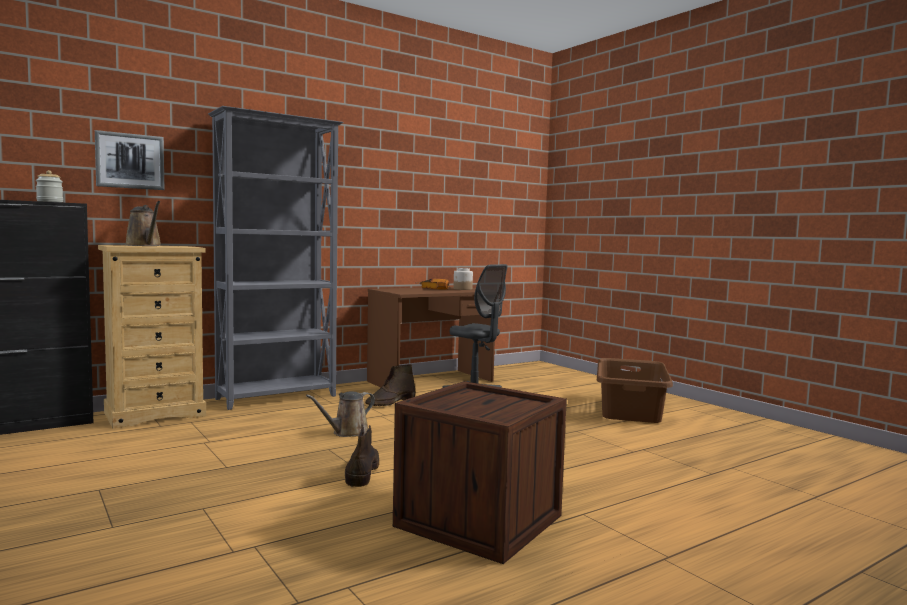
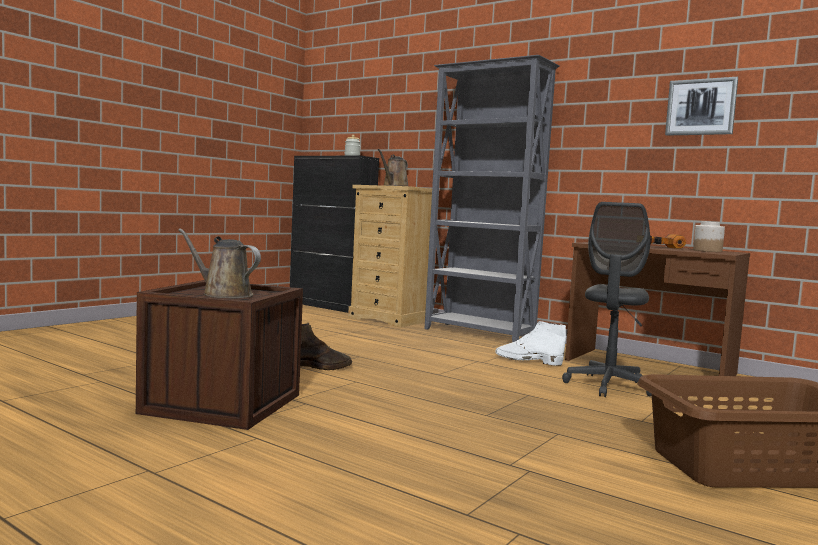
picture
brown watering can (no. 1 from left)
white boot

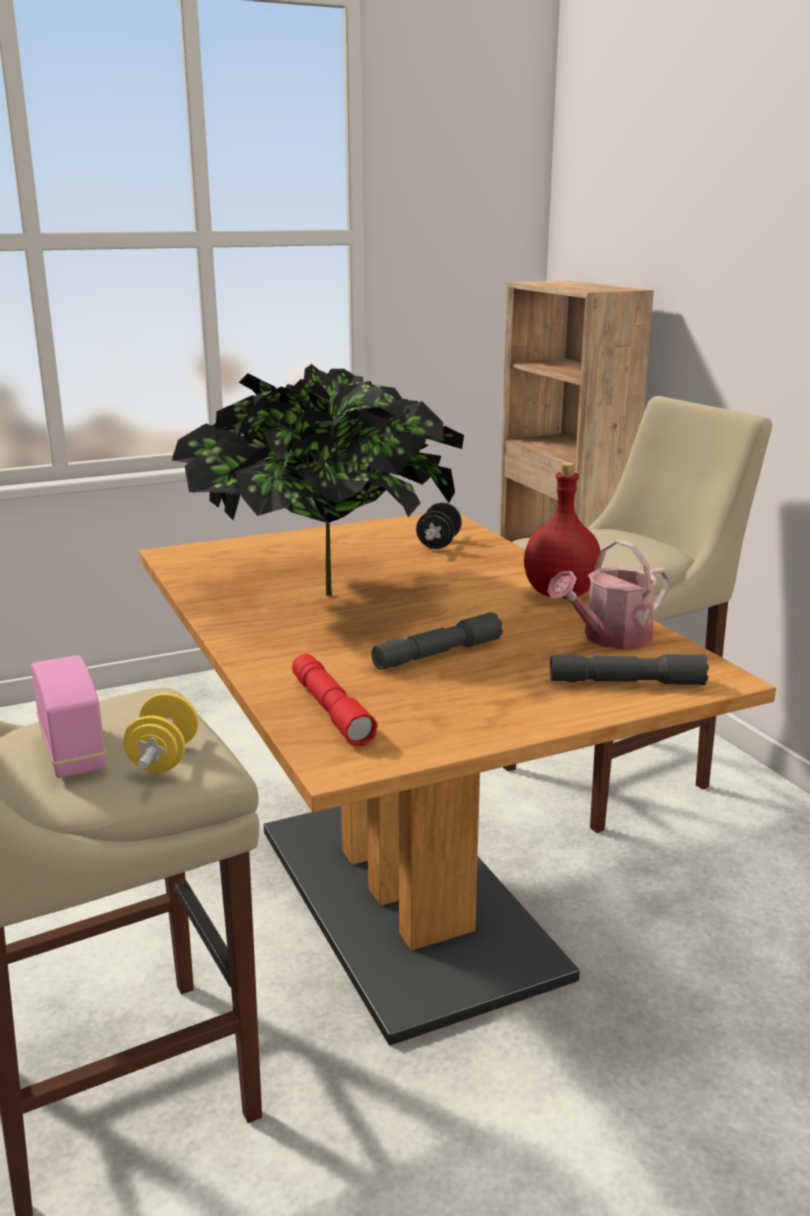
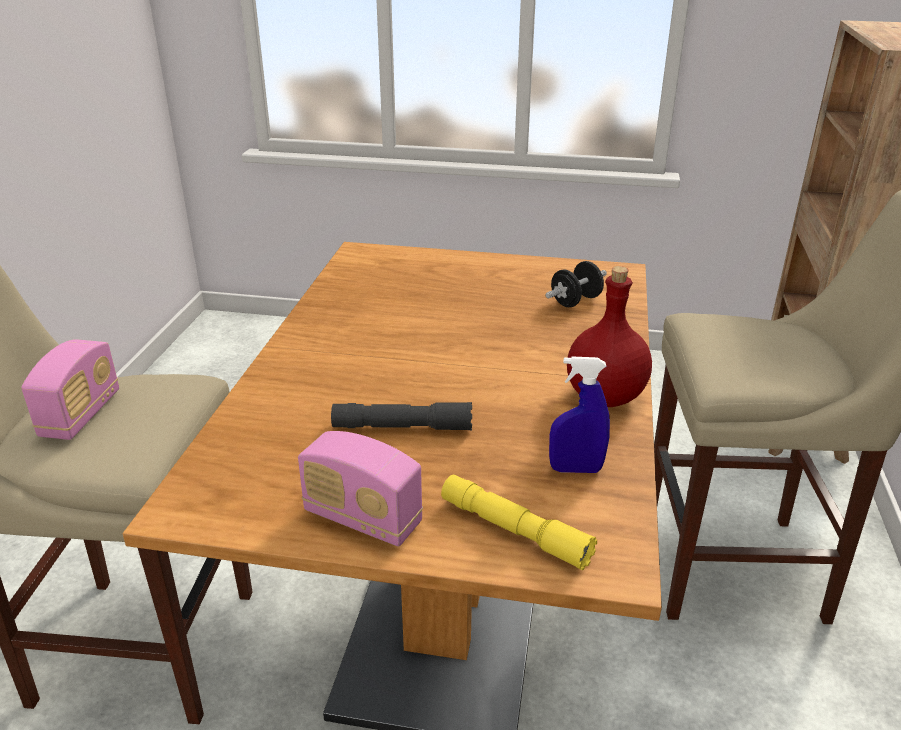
yellow dumbbell
potted plant
red flashlight
radio (no. 2 from left)
blue spray bottle
yellow flashlight

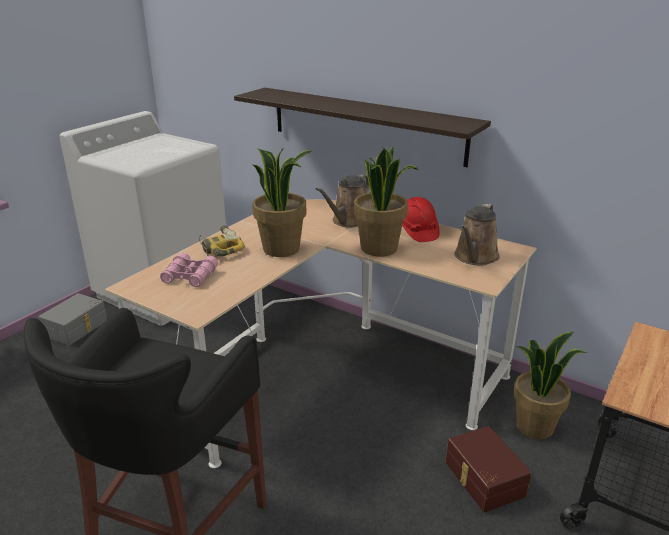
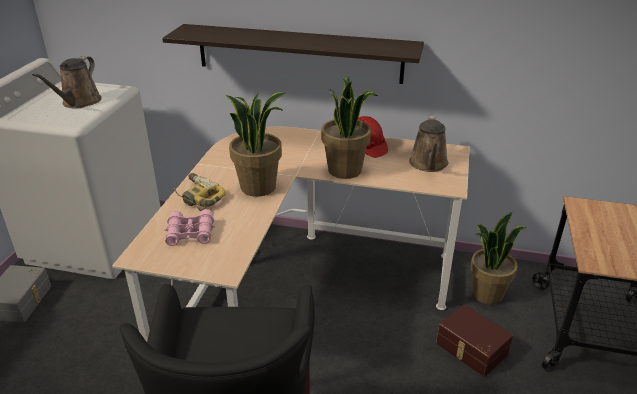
brown watering can (no. 1 from left)

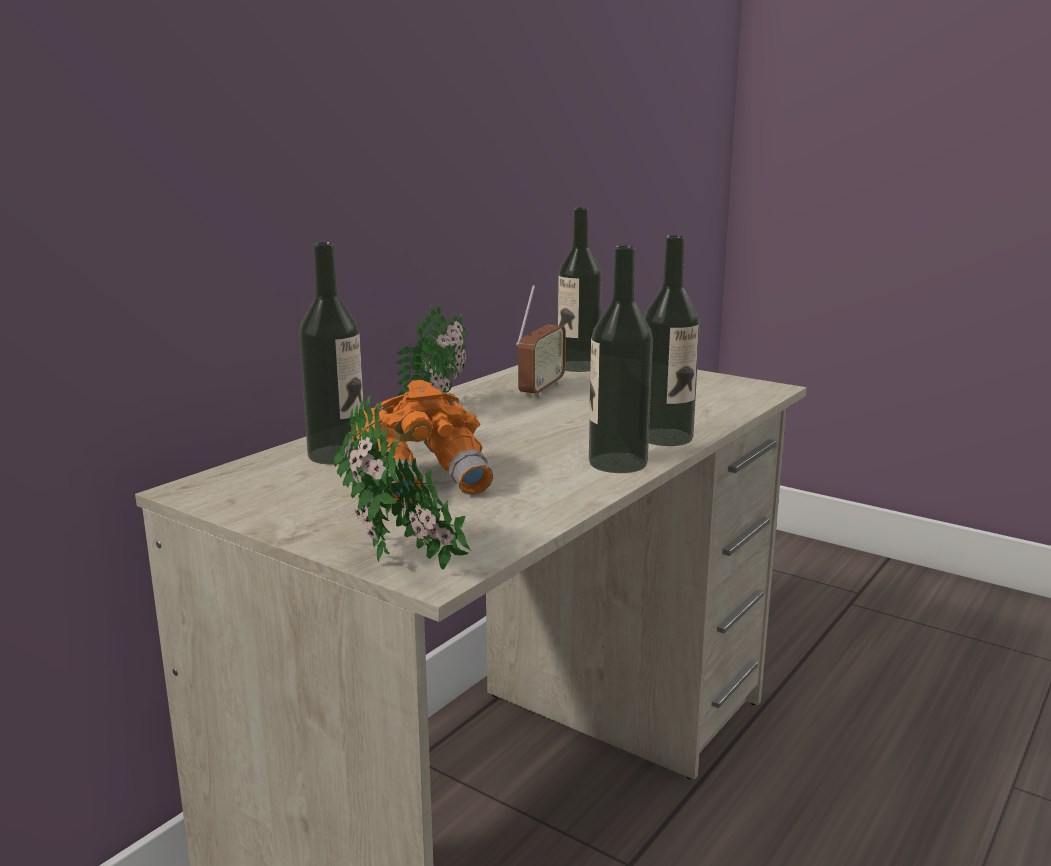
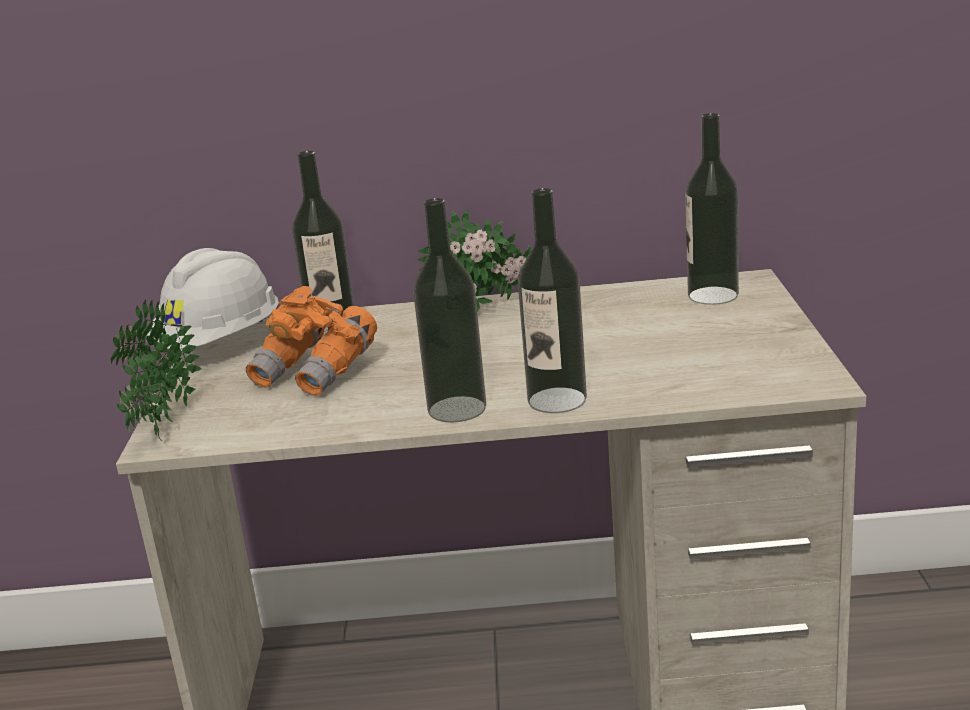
radio
white hard hat

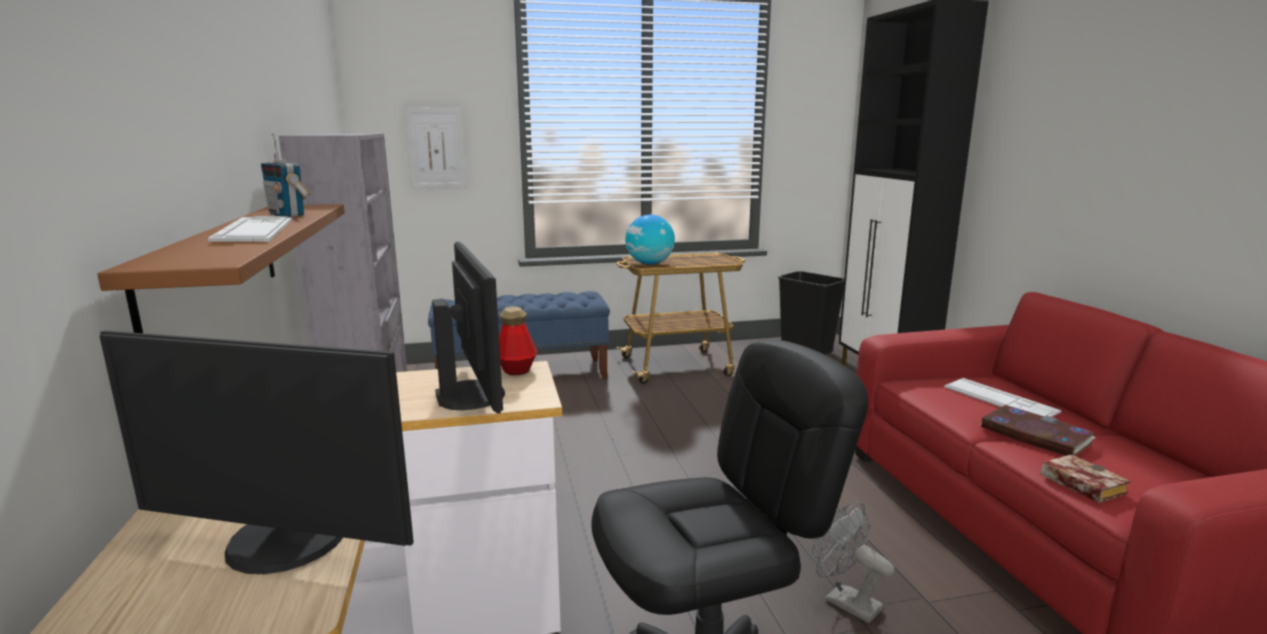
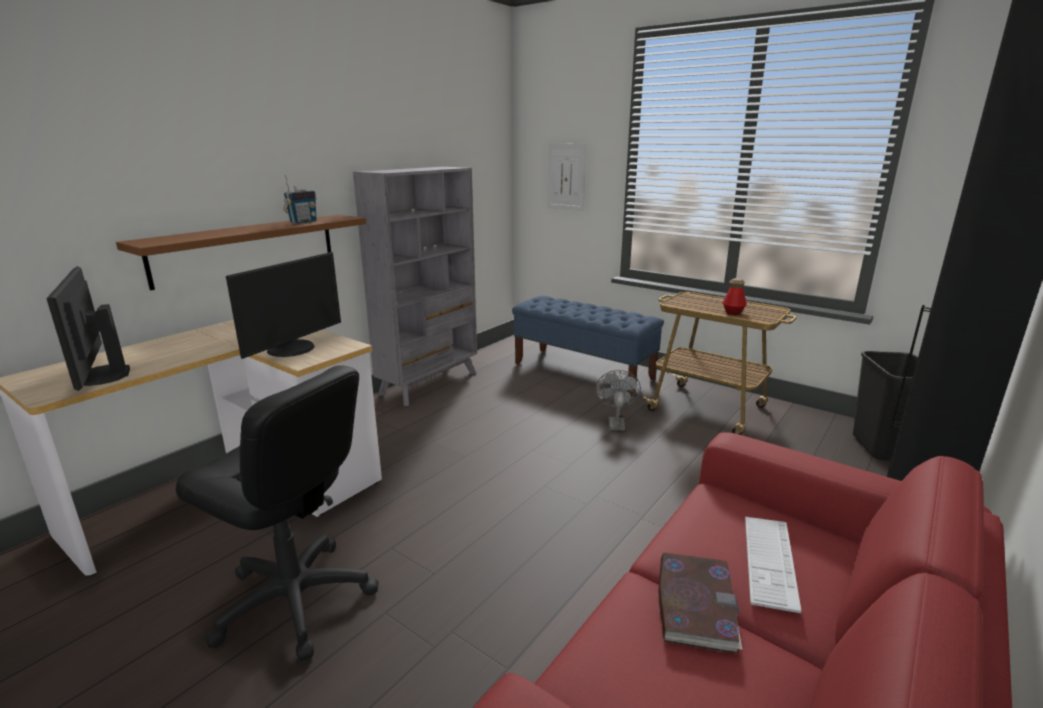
keyboard (no. 1 from left in the first image)
globe
book (no. 2 from left in the first image)
bottle
grey fan
radio

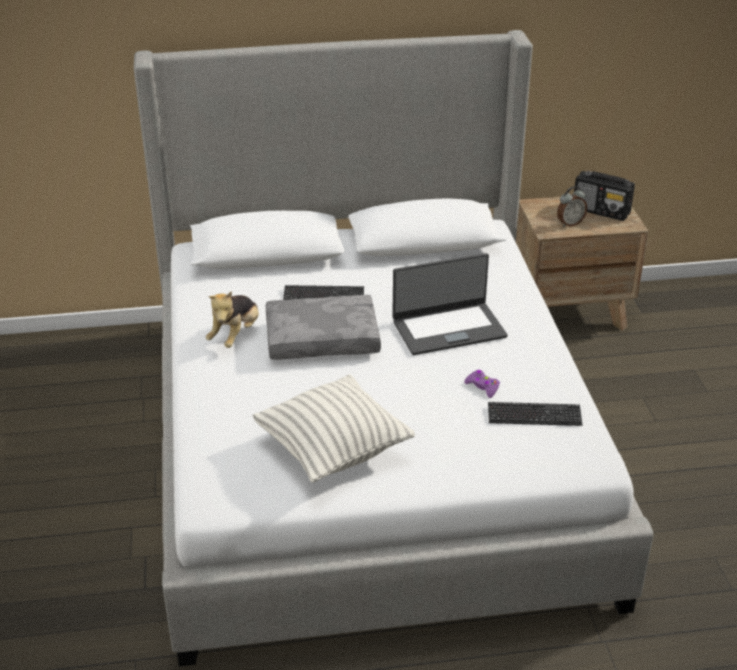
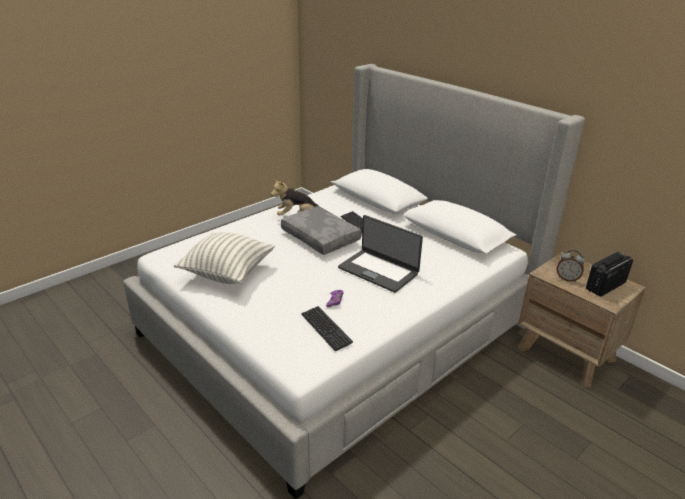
radio

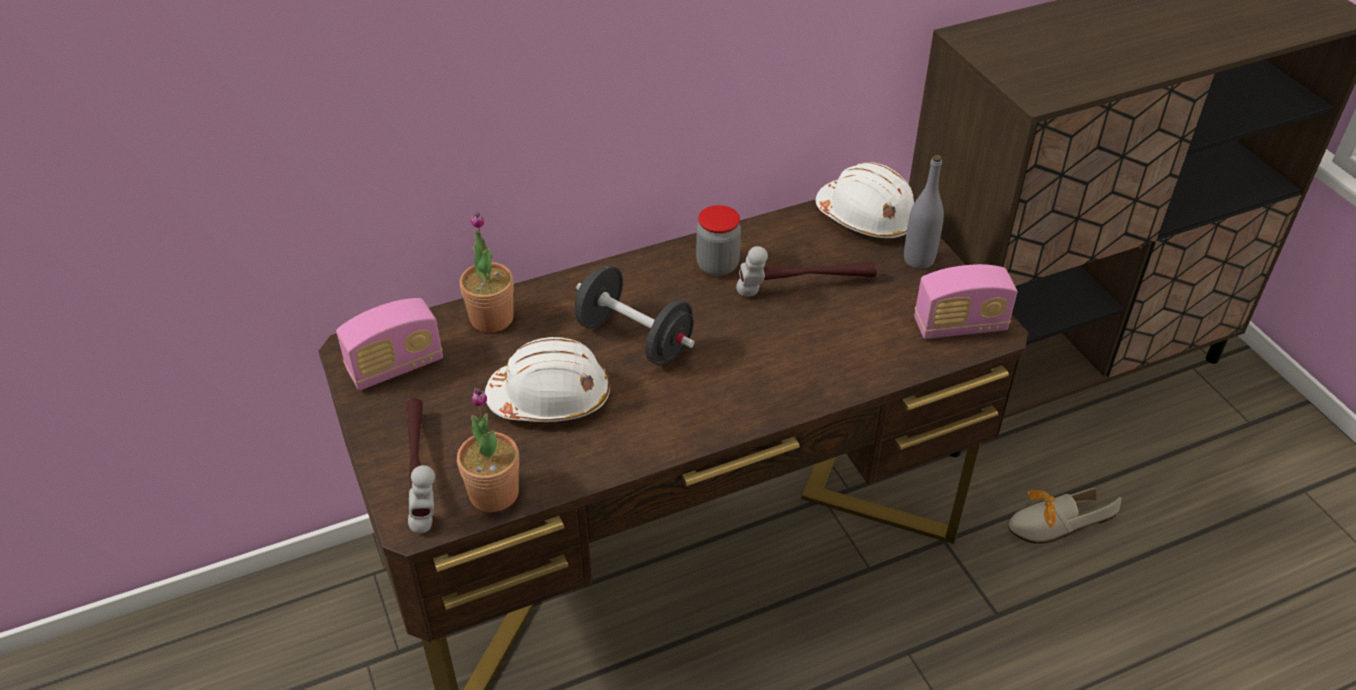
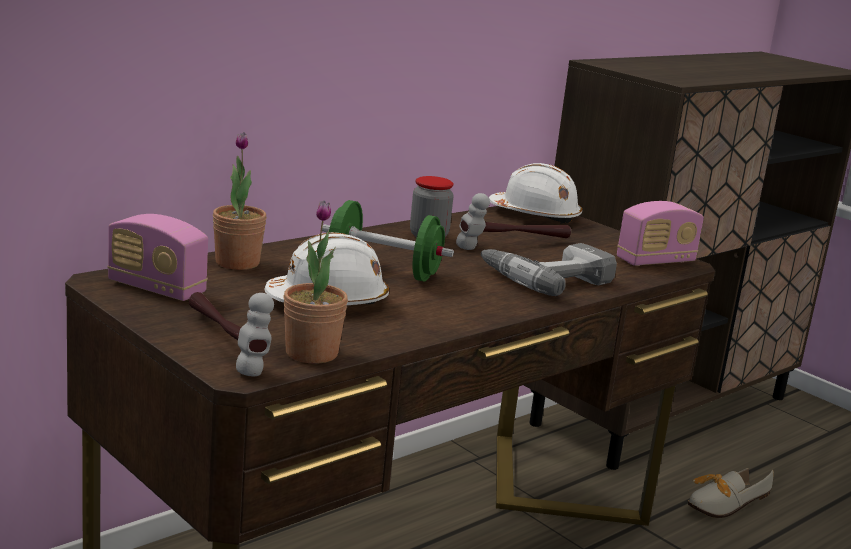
grey bottle
power drill
green dumbbell
radio (no. 1 from left)

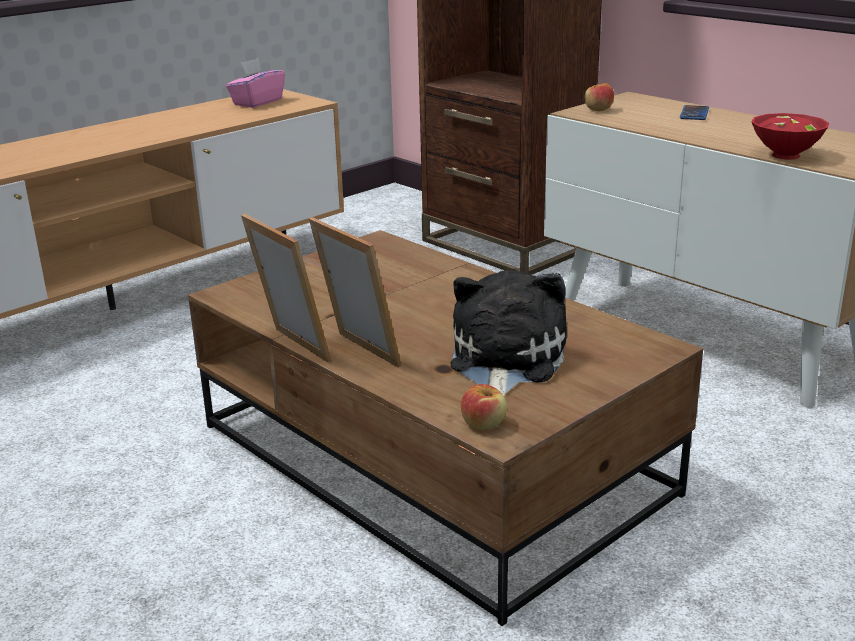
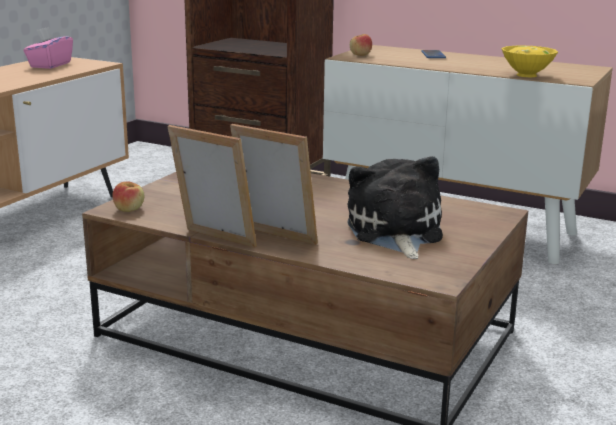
apple (no. 1 from left)
yellow bowl

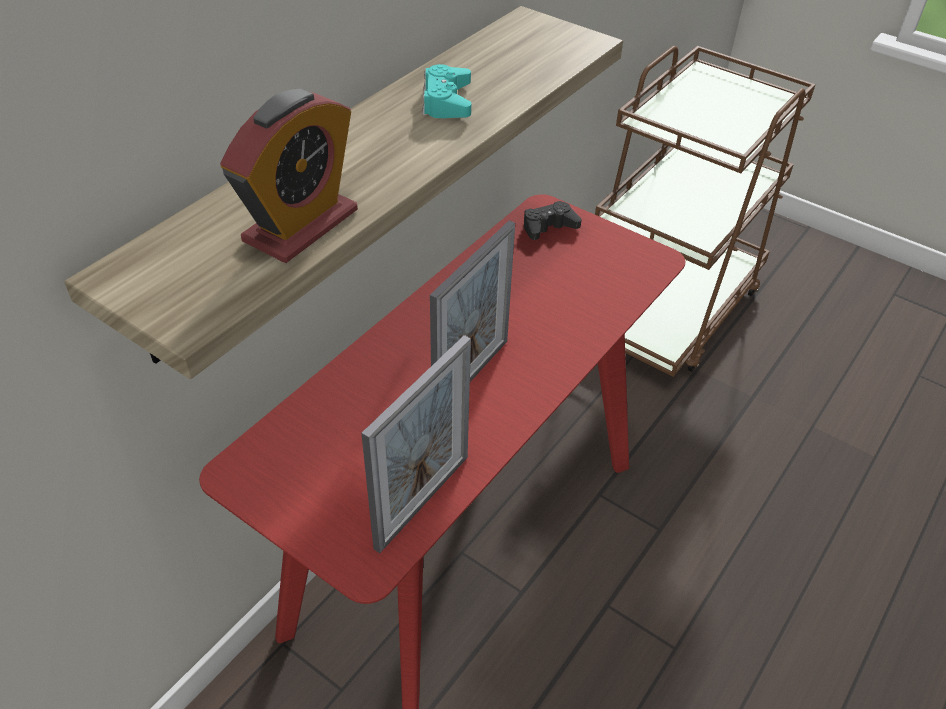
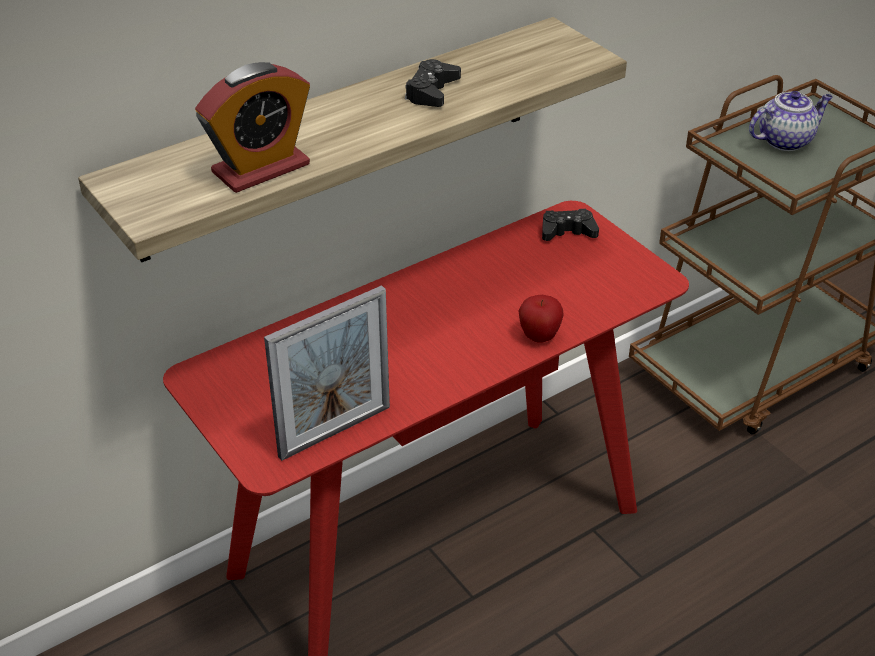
picture frame (no. 2 from left in the first image)
apple
teapot
black game controller (no. 1 from left)

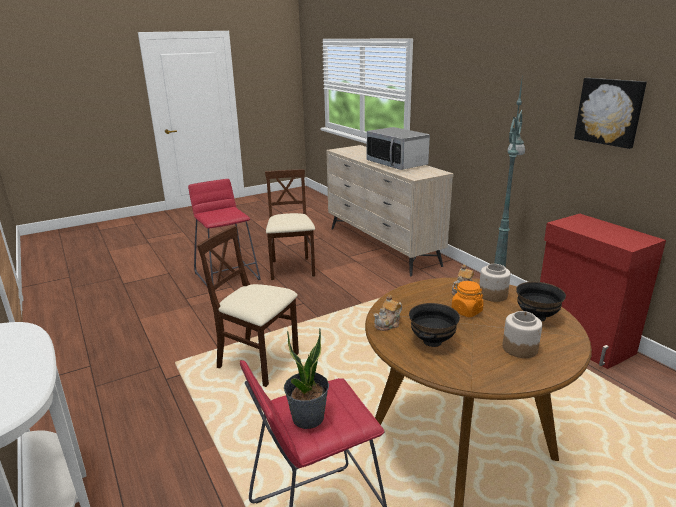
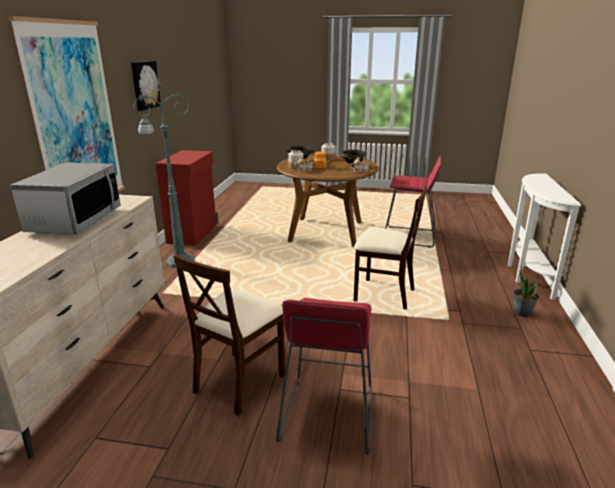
picture (no. 1 from left)
potted plant
beige chair (no. 2 from left)

